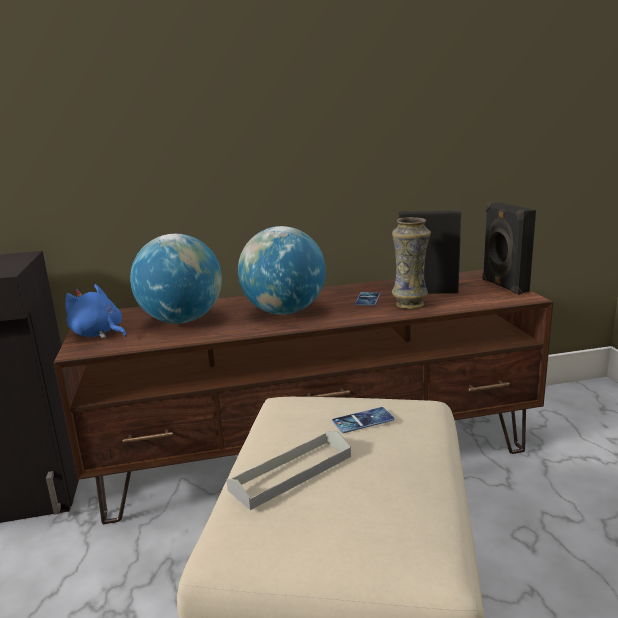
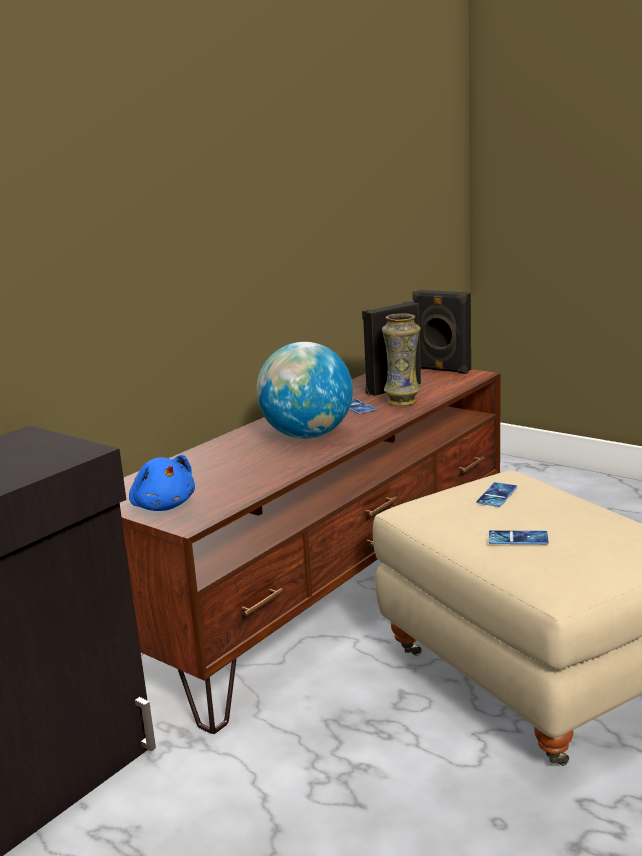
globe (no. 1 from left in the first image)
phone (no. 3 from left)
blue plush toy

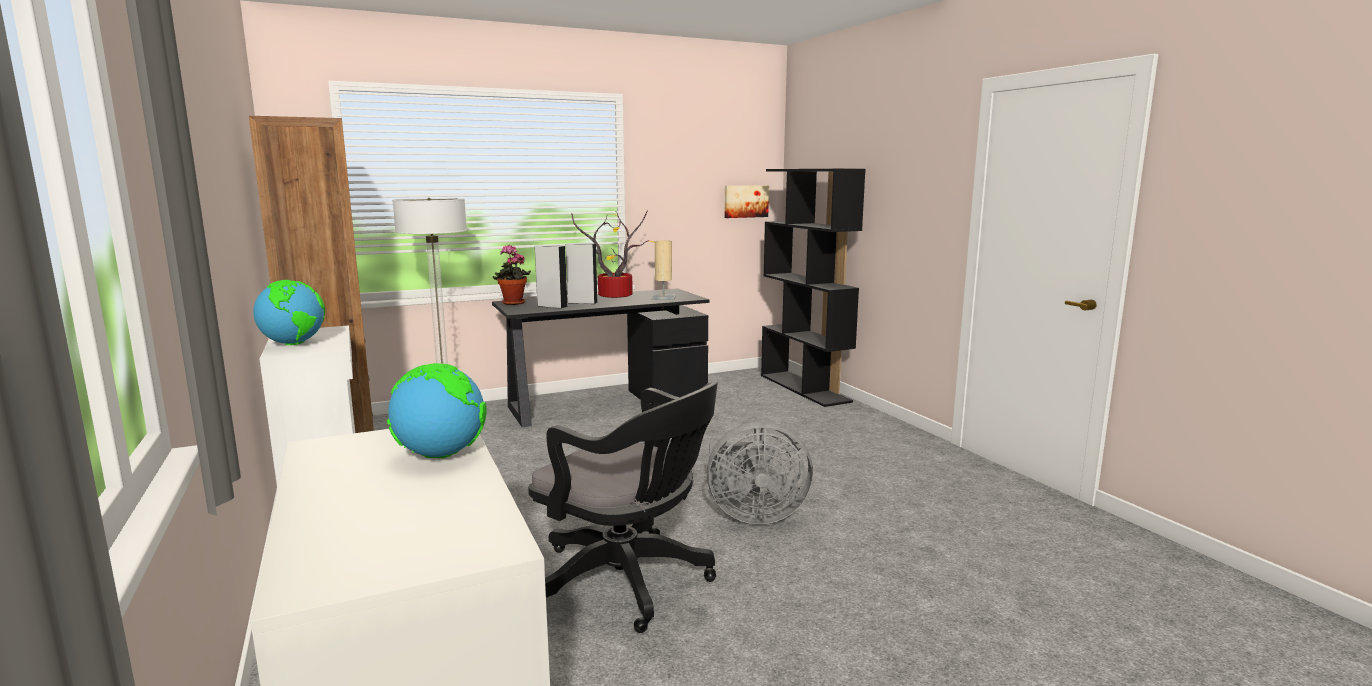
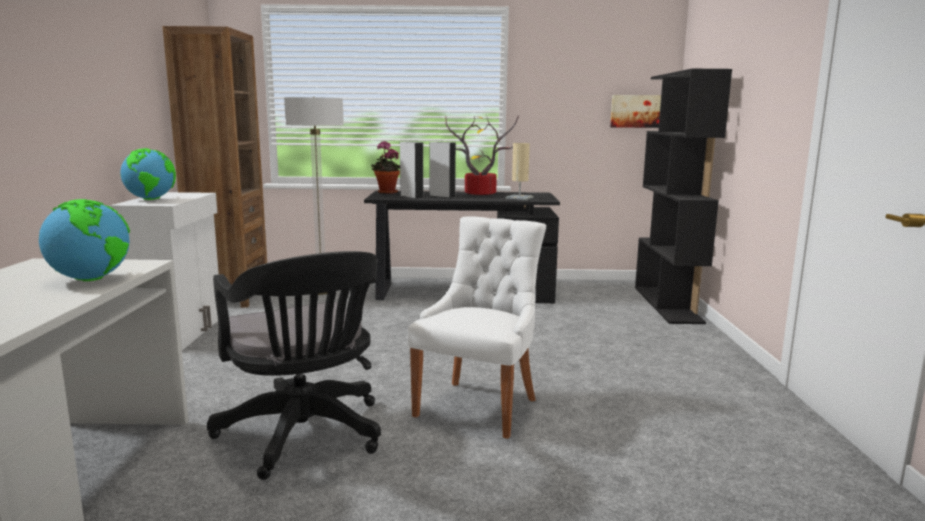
white chair

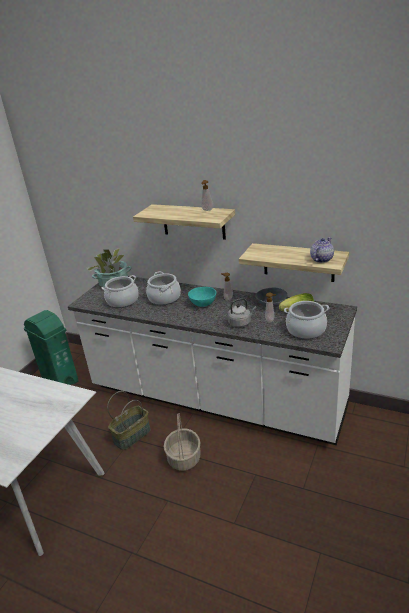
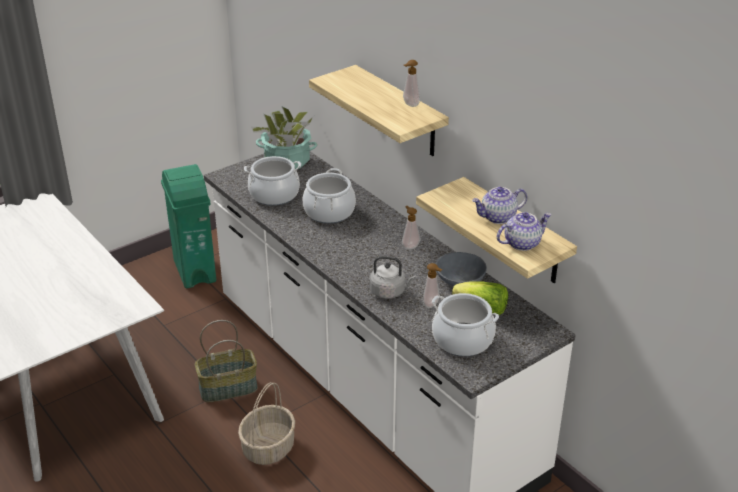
turquoise bowl
teapot (no. 1 from left)

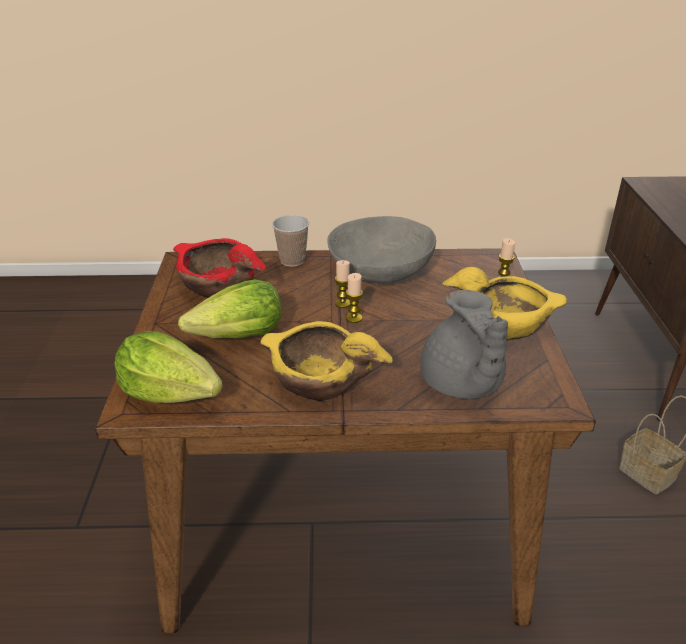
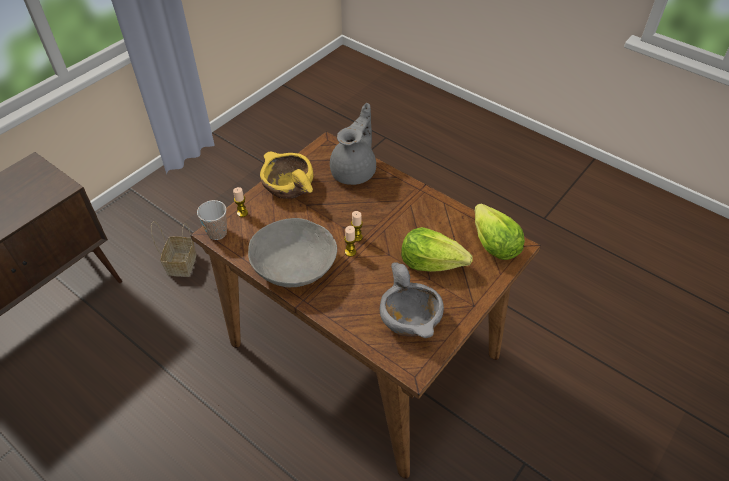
yellow bowl (no. 1 from left in the first image)
cup
grey bowl (no. 2 from left)

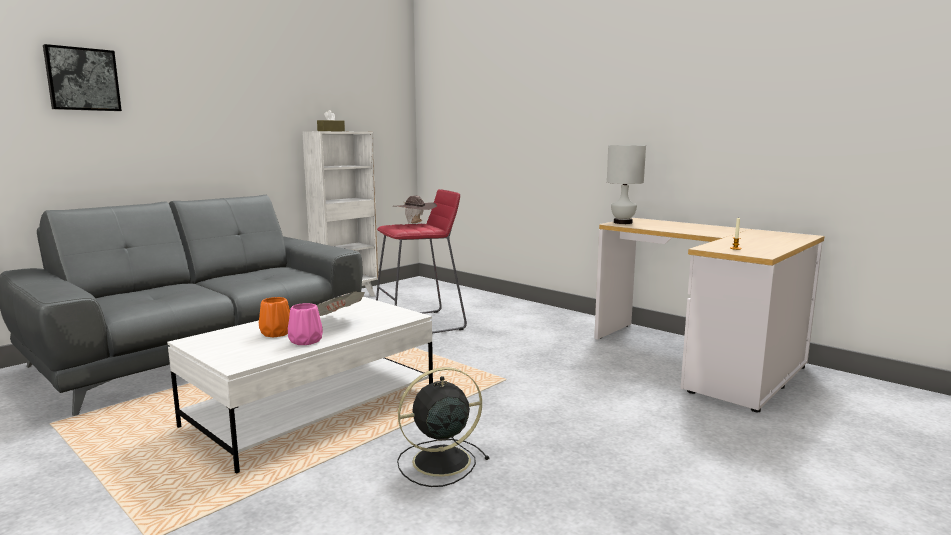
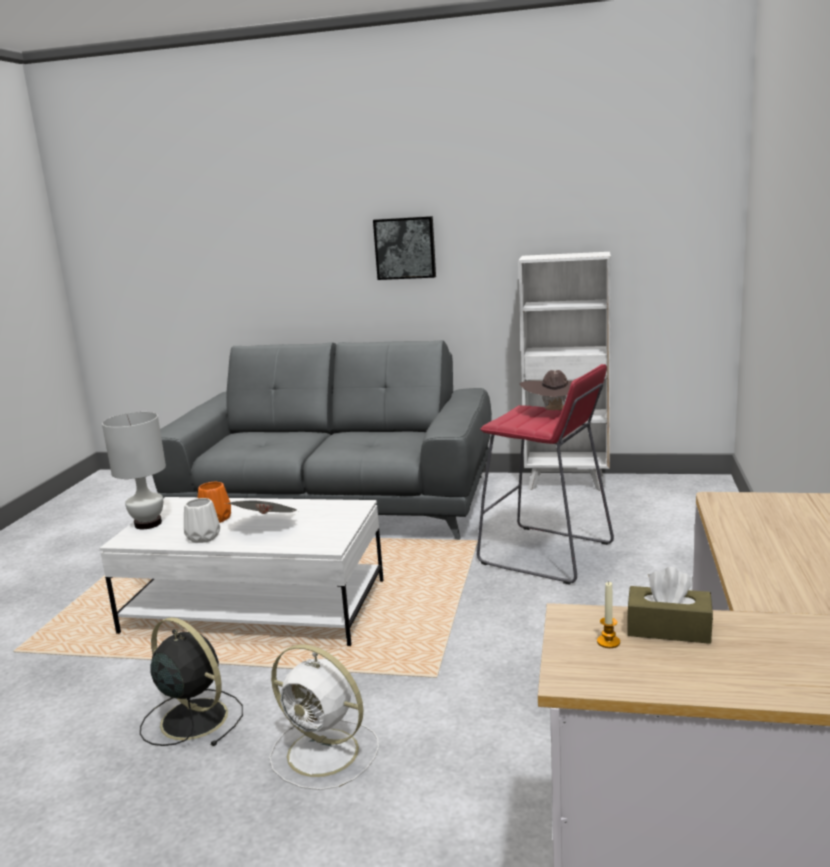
white fan
picture
brown tissue box
white table lamp
white vase

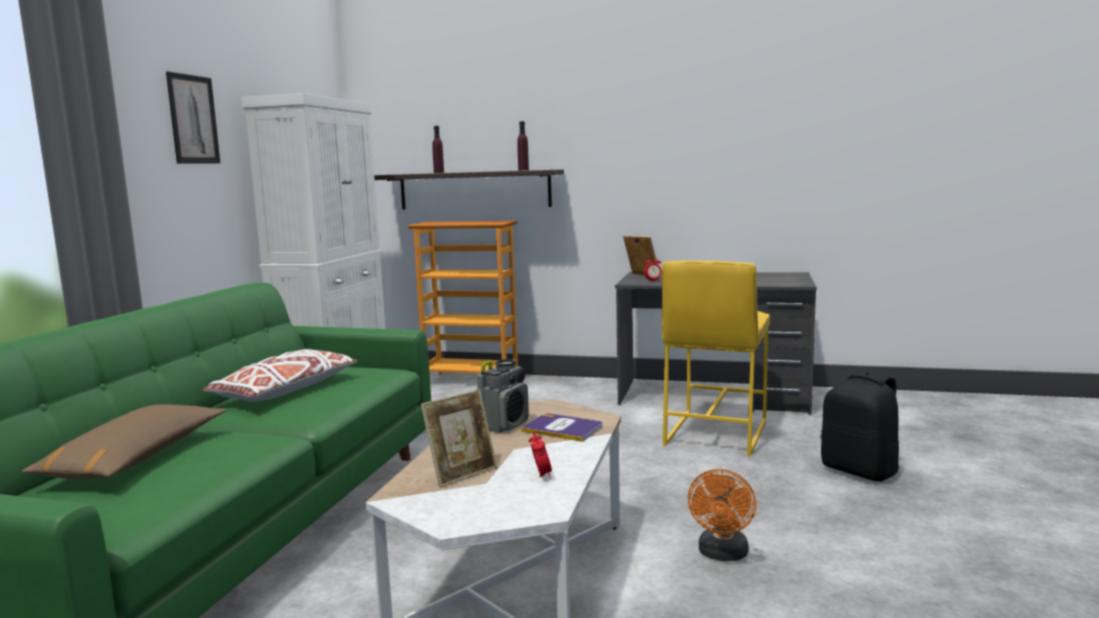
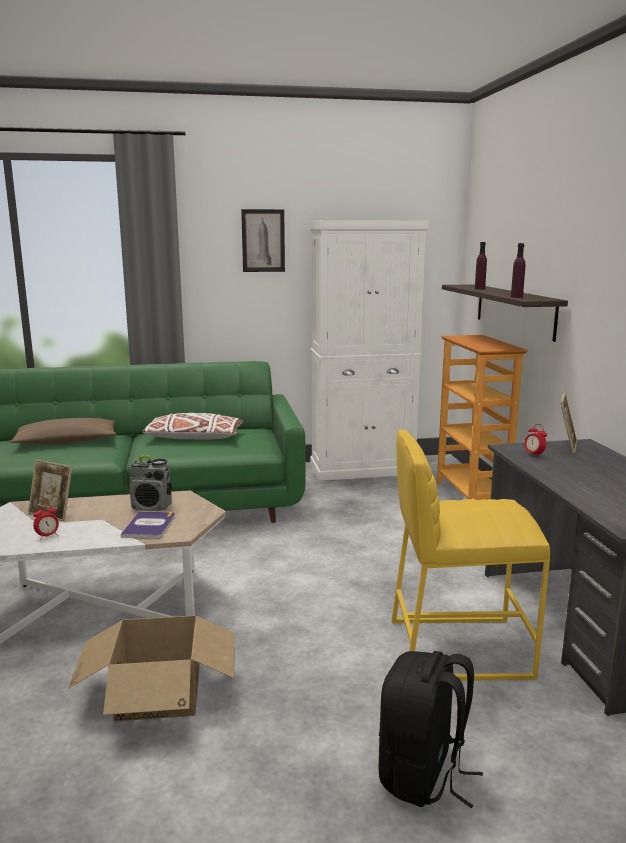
cardboard box

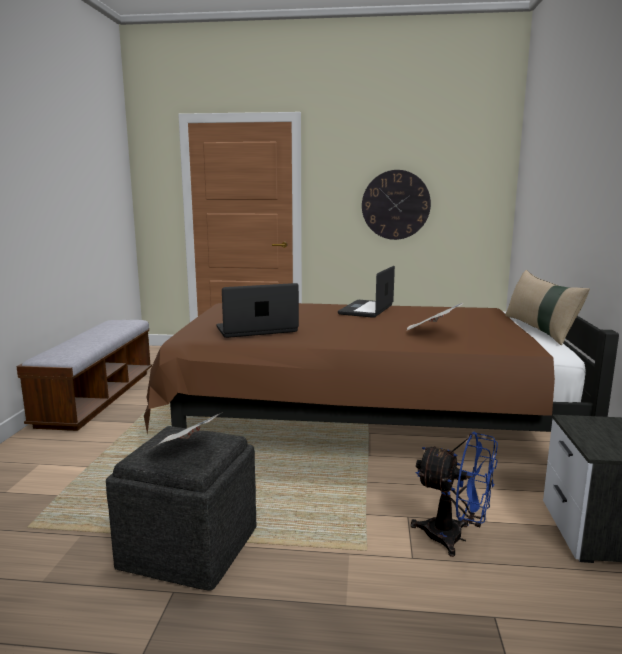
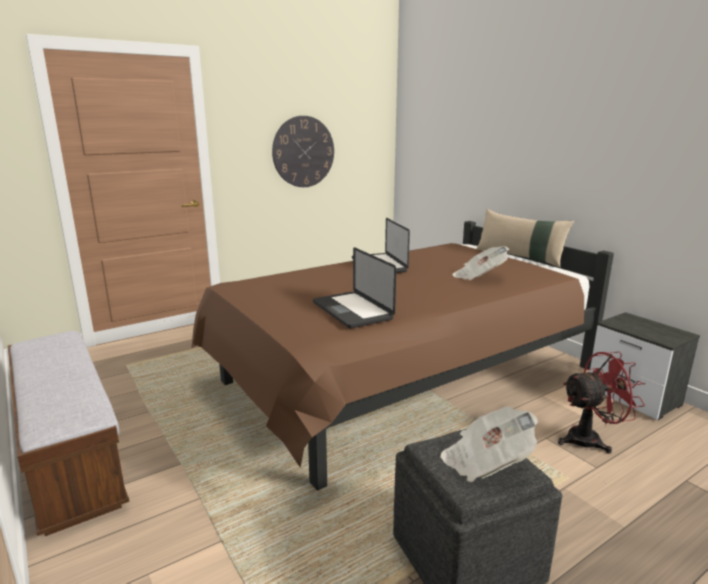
red fan
laptop (no. 1 from left)

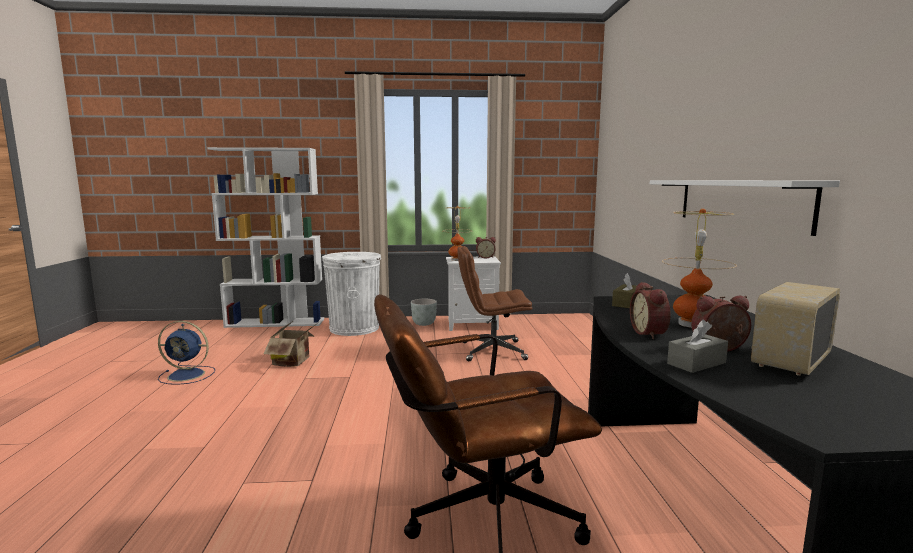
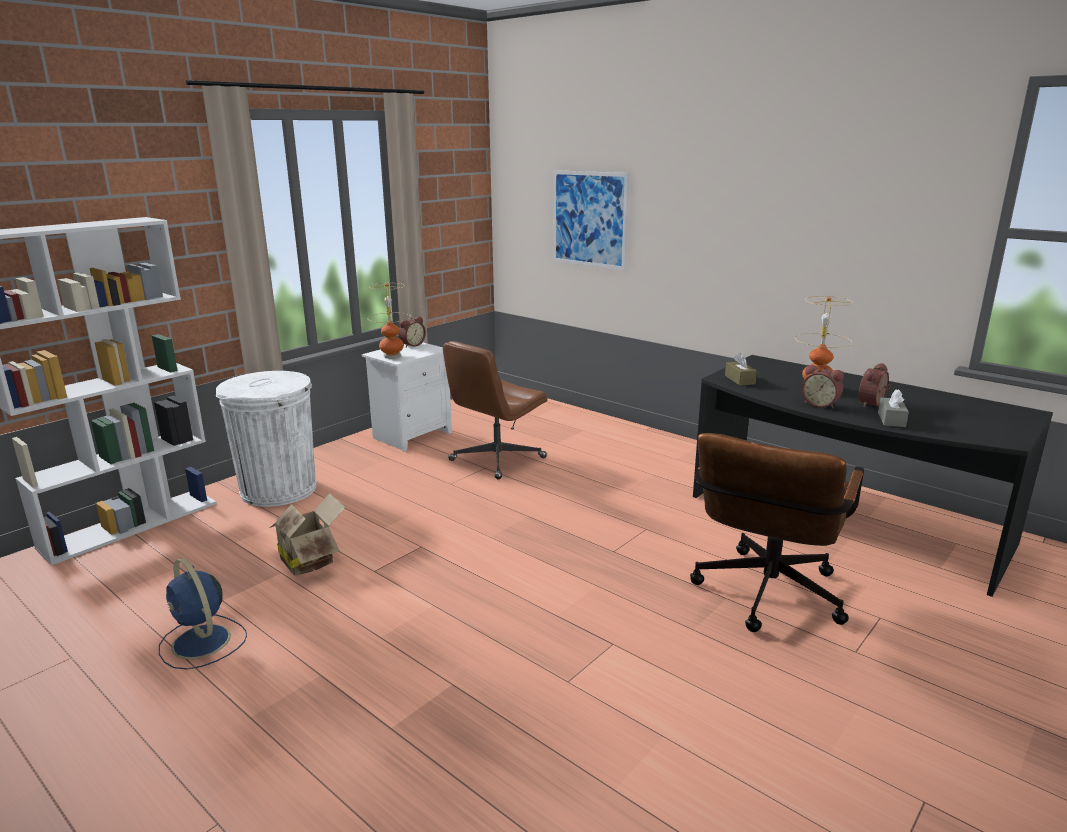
grey planter
white shelf
radio
picture
blue fan

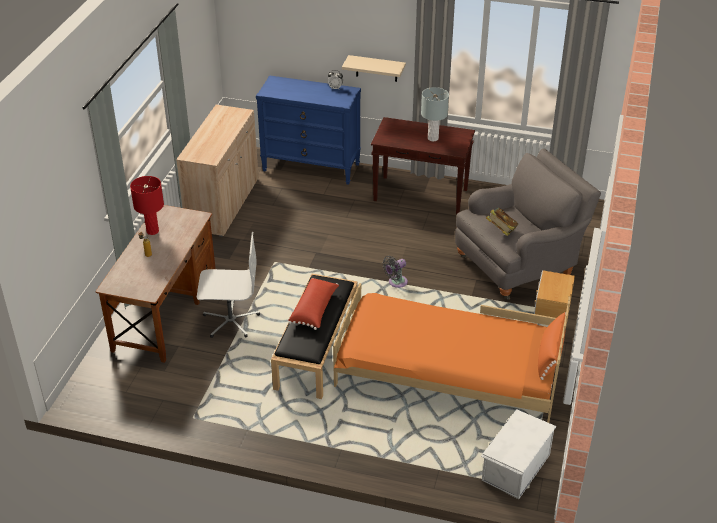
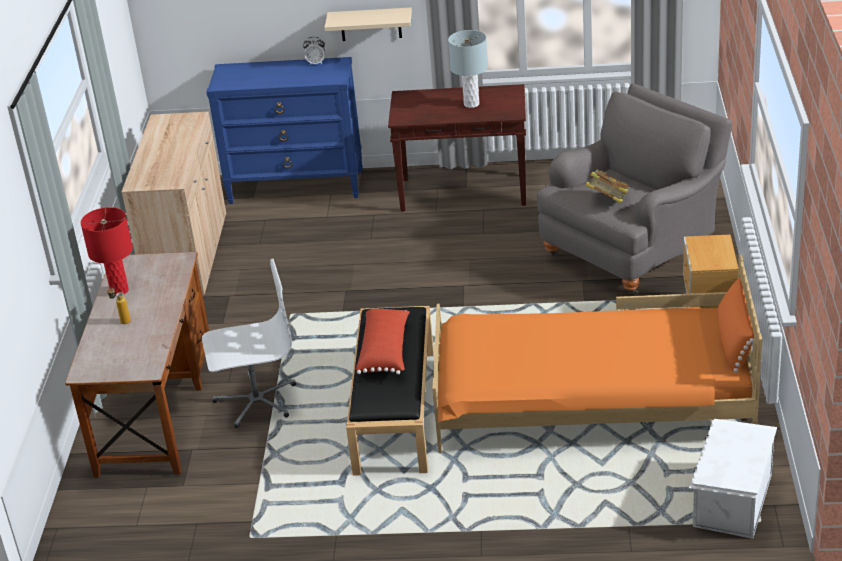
grey fan

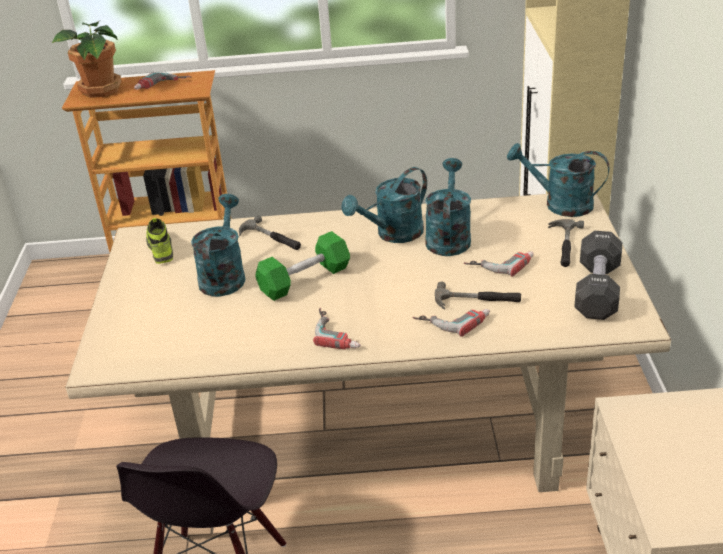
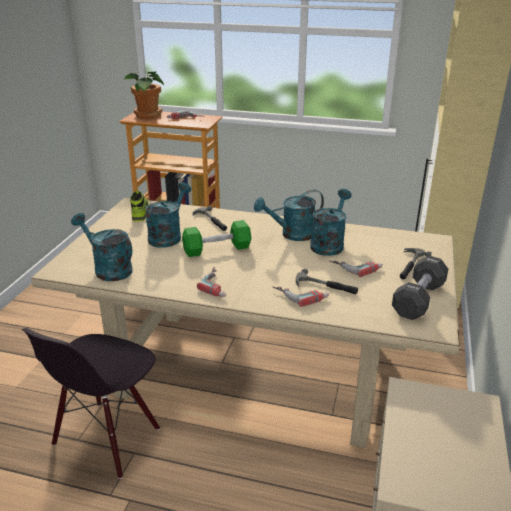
turquoise watering can (no. 1 from left)

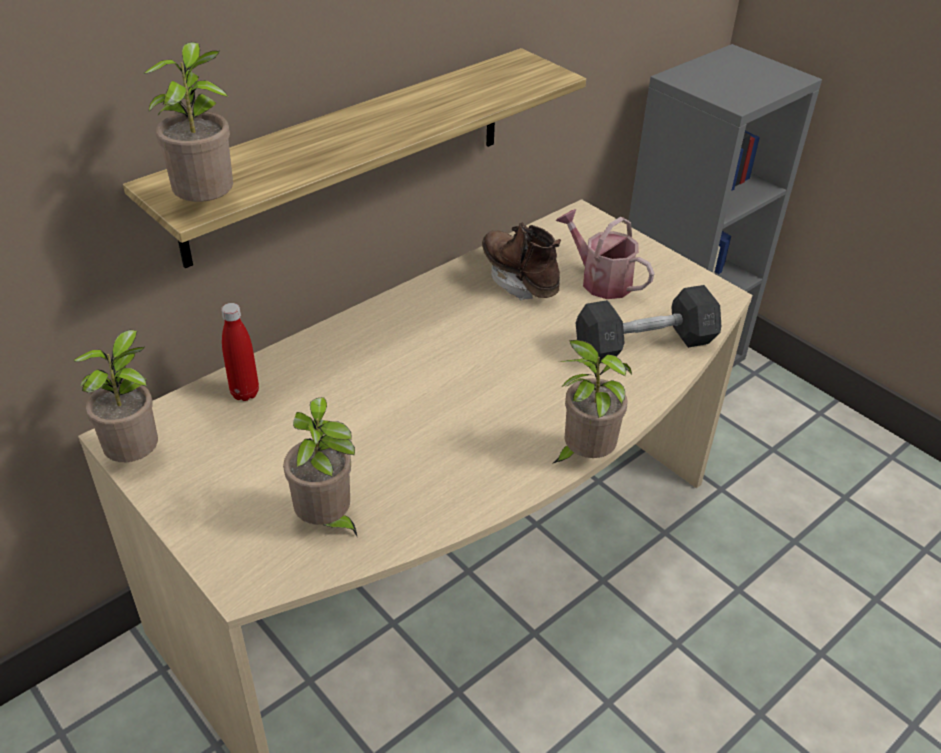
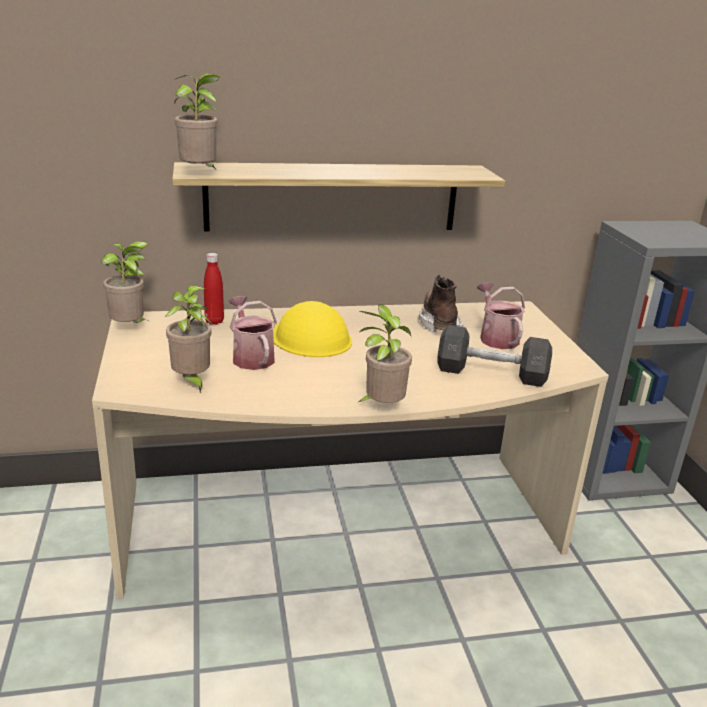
watering can (no. 1 from left)
yellow hard hat

